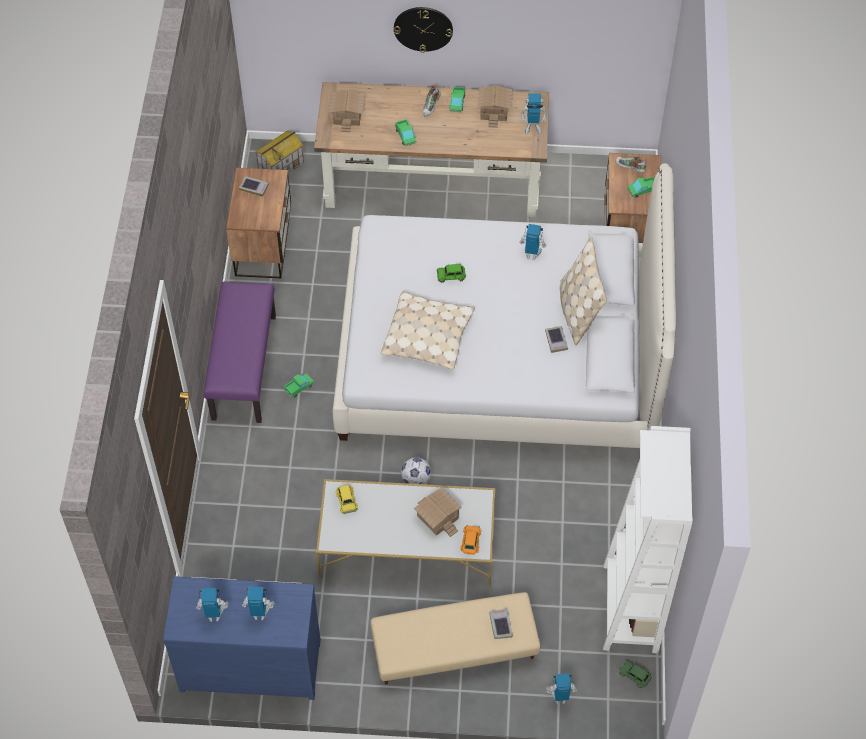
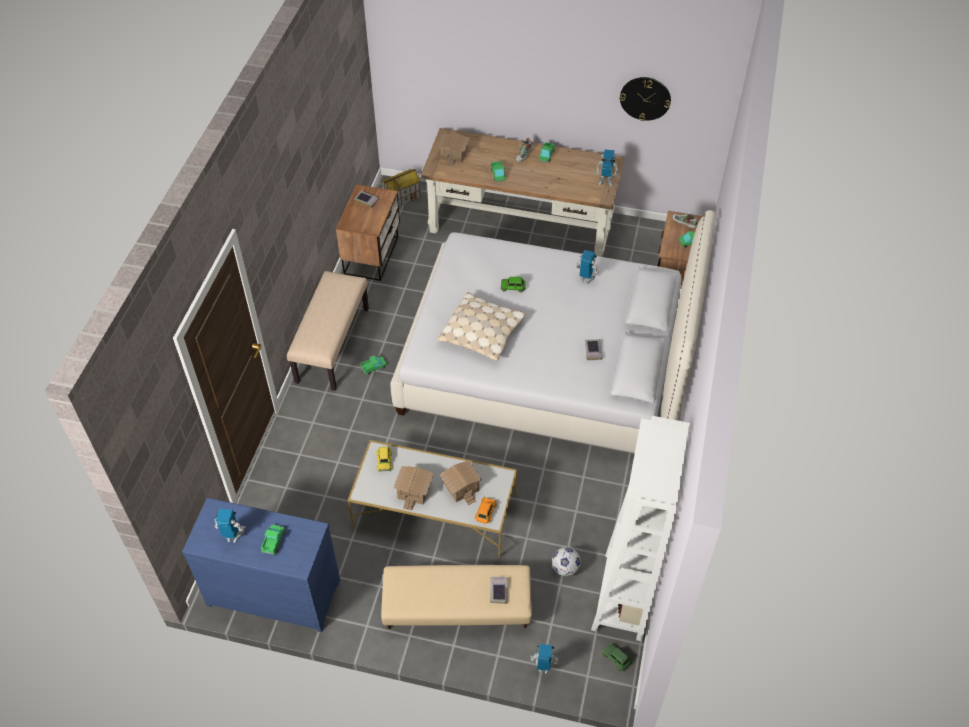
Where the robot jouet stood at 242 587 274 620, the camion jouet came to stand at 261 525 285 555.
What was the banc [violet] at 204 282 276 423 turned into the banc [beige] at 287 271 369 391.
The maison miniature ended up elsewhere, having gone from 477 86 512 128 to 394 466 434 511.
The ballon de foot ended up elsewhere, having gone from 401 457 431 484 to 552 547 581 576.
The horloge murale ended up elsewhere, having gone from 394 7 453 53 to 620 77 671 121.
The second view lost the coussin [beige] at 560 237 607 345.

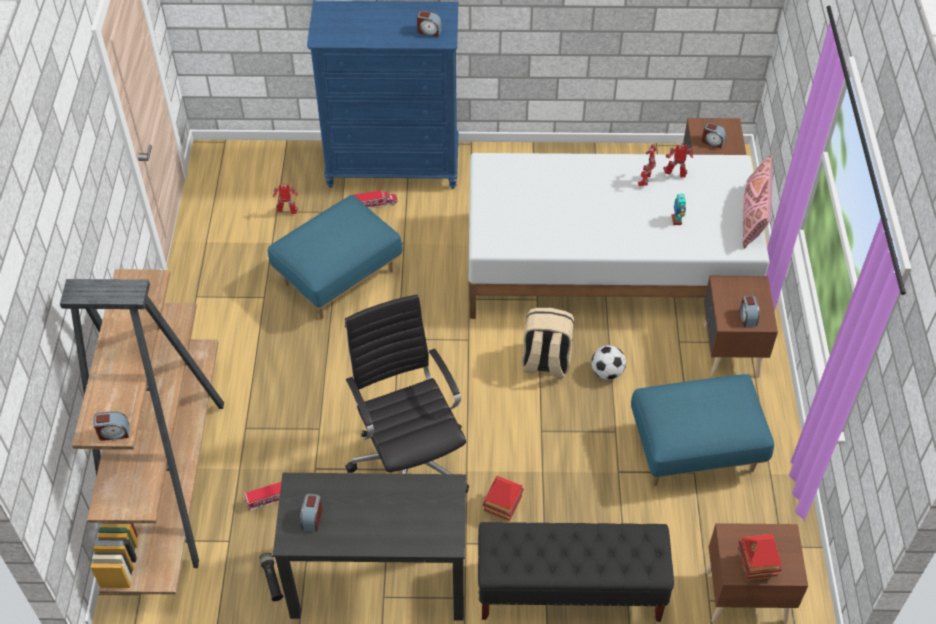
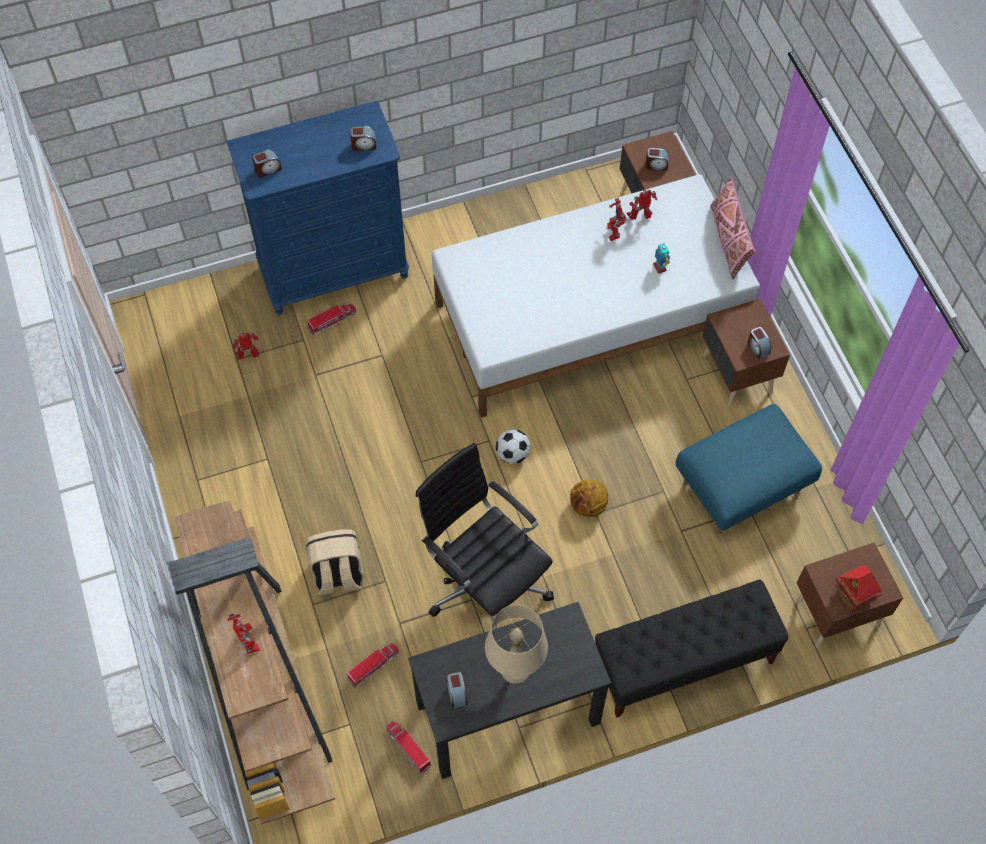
The second view gained the robot jouet at 227 614 260 654.
The réveil ended up elsewhere, having gone from 93 411 129 441 to 252 150 282 177.
The sac à dos [beige] ended up elsewhere, having gone from 522 308 574 378 to 306 529 364 595.
Where the lampe de poche [noir] stood at 259 553 284 601, the camion jouet came to stand at 386 721 431 774.
The second view gained the lampe de table [beige] at 485 605 548 684.
The ballon de foot ended up elsewhere, having gone from 591 345 626 380 to 496 429 530 464.
The second view gained the ballon de basket at 570 480 608 517.
The second view lost the pouf [bleu] at 268 195 403 319.
The second view lost the maison miniature at 483 476 524 522.

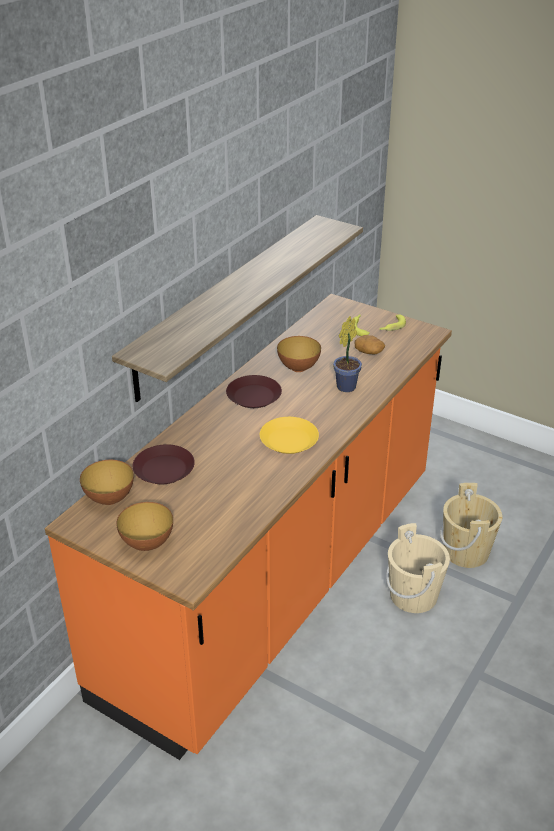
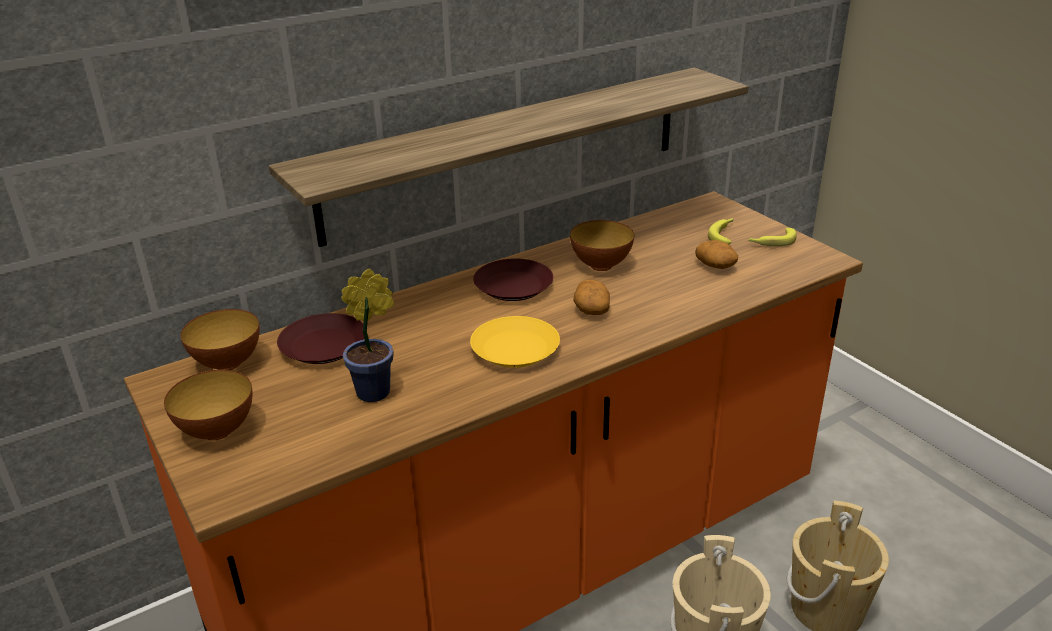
The plante en pot ended up elsewhere, having gone from 333 316 362 392 to 341 269 394 402.
The second view gained the pomme de terre at 574 280 610 315.

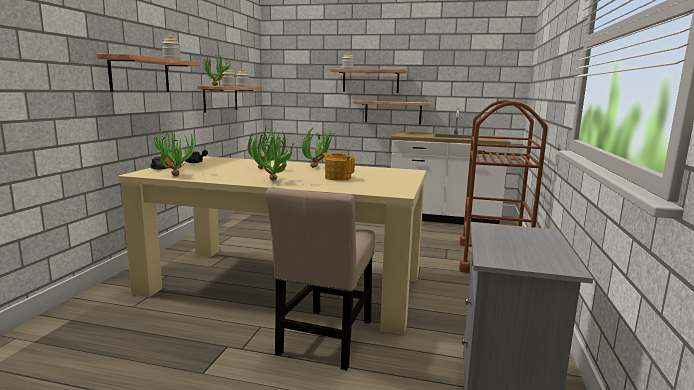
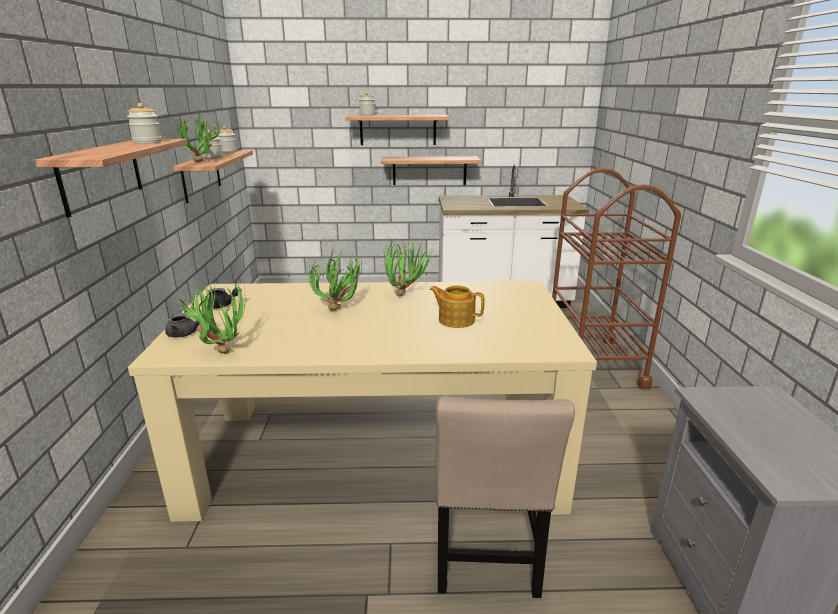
The second view lost the plante en pot at 250 131 298 181.

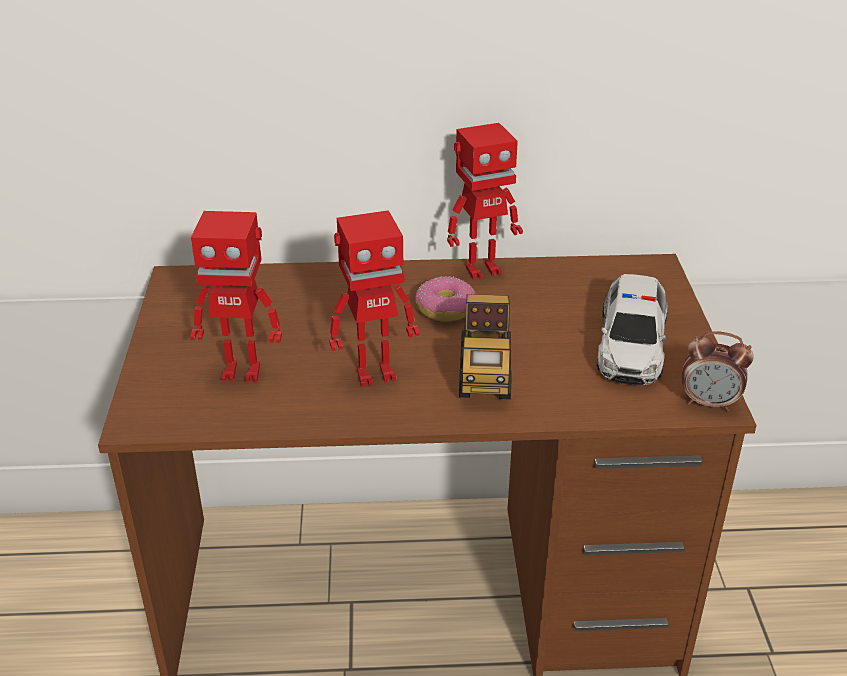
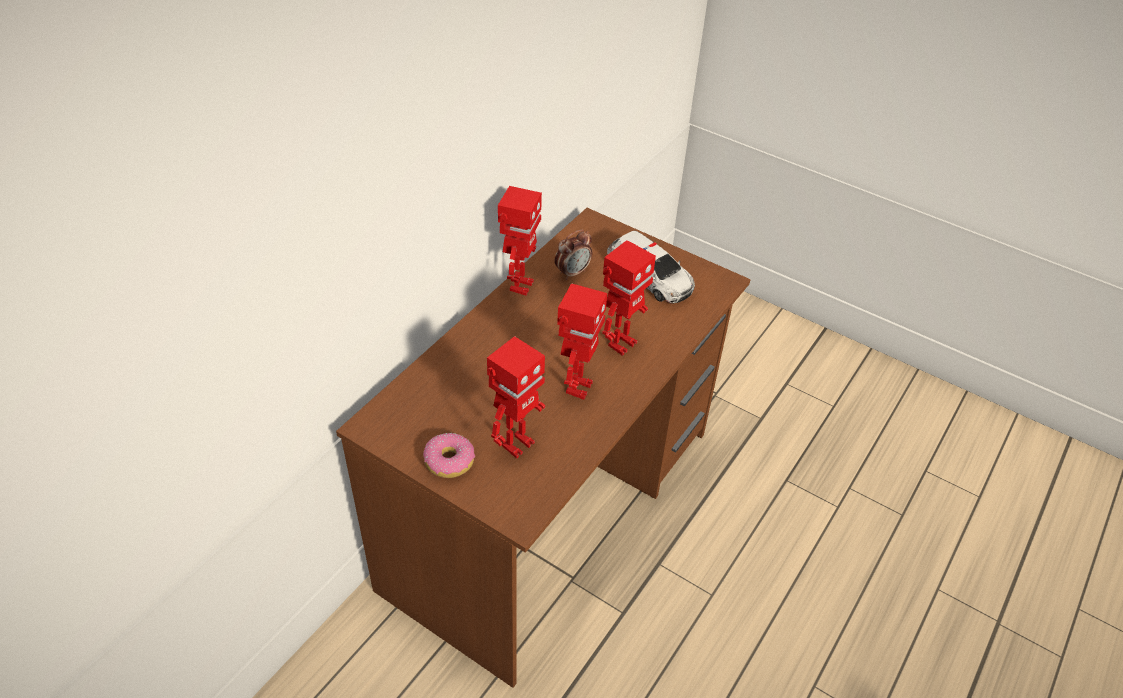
The beignet ended up elsewhere, having gone from 415 276 476 322 to 423 433 475 478.
The réveil ended up elsewhere, having gone from 682 331 754 412 to 554 230 592 280.
Where the camion jouet stood at 459 294 511 399, the robot jouet came to stand at 602 240 656 356.

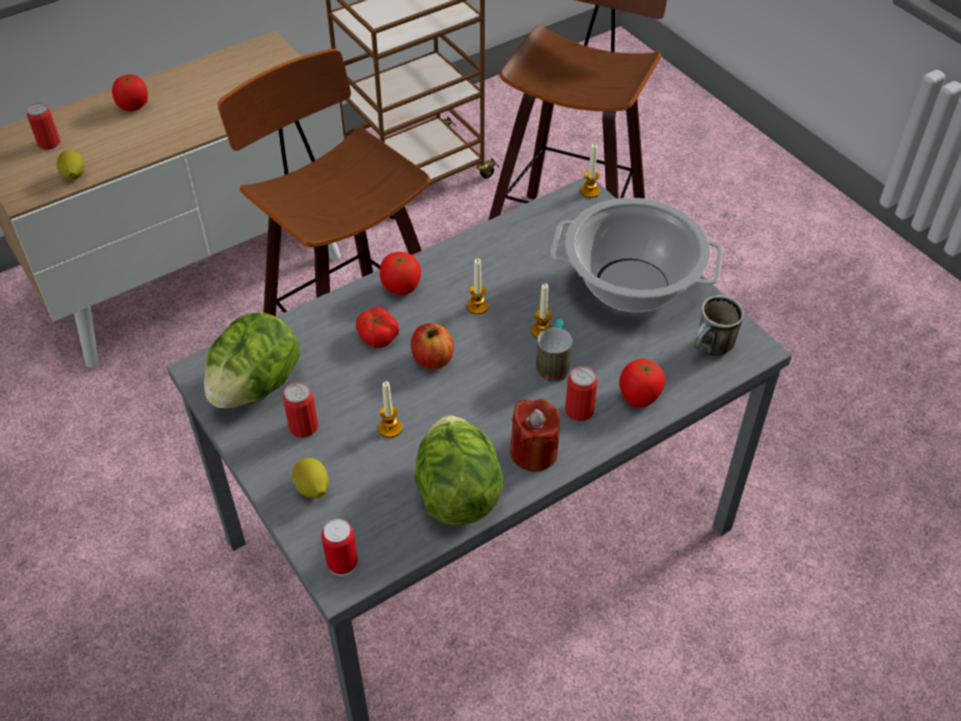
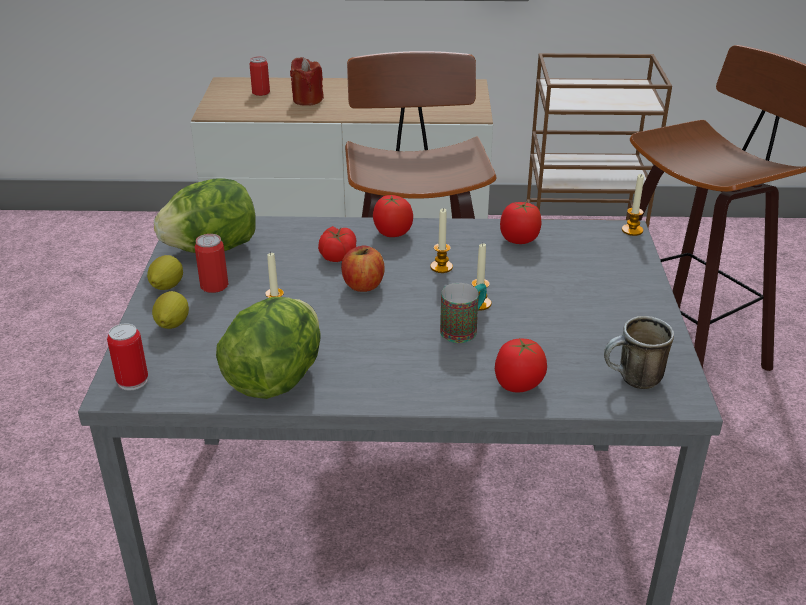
The citron ended up elsewhere, having gone from 56 150 85 179 to 147 255 183 290.
The bougie [rouge] ended up elsewhere, having gone from 510 399 560 472 to 290 57 324 106.
The tomate ended up elsewhere, having gone from 112 74 148 111 to 500 202 541 244.
The second view lost the marmite at 551 198 722 313.
The second view lost the boîte métallique at 565 366 598 421.

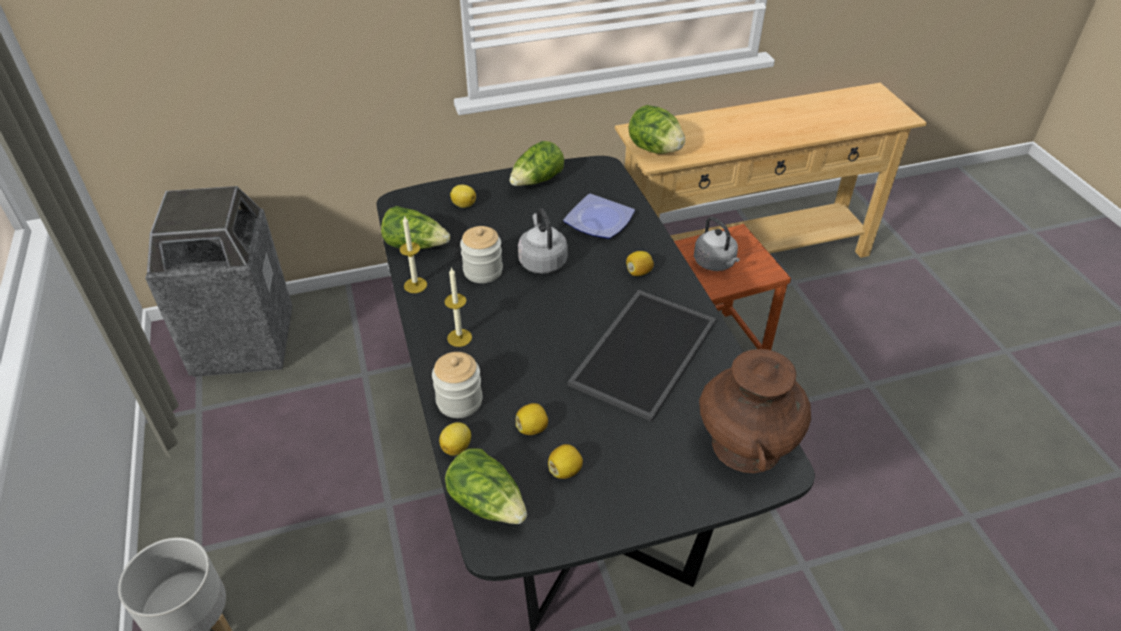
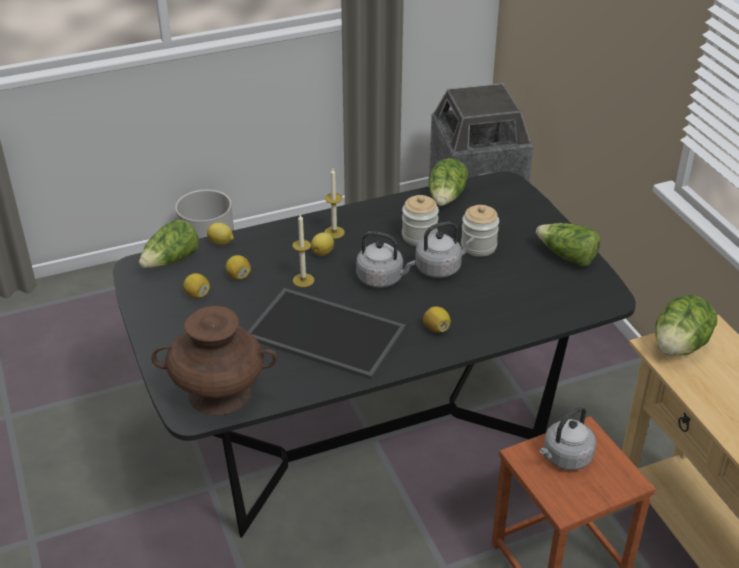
The bougie ended up elsewhere, having gone from 399 215 427 293 to 292 215 314 287.
The citron ended up elsewhere, having gone from 450 185 476 208 to 311 232 334 256.
The second view gained the bouilloire [gris] at 356 231 415 288.
The bocal ended up elsewhere, having gone from 432 352 483 418 to 461 205 499 257.
The second view lost the assiette at 563 194 635 239.

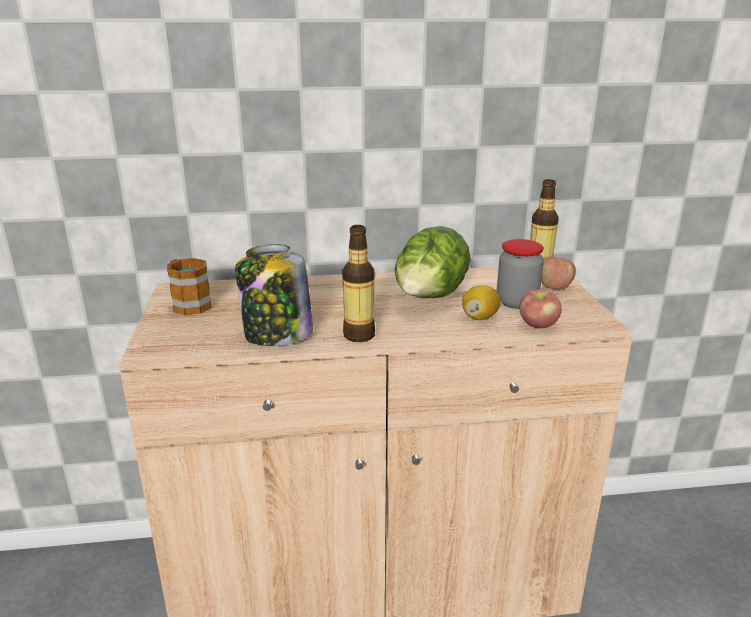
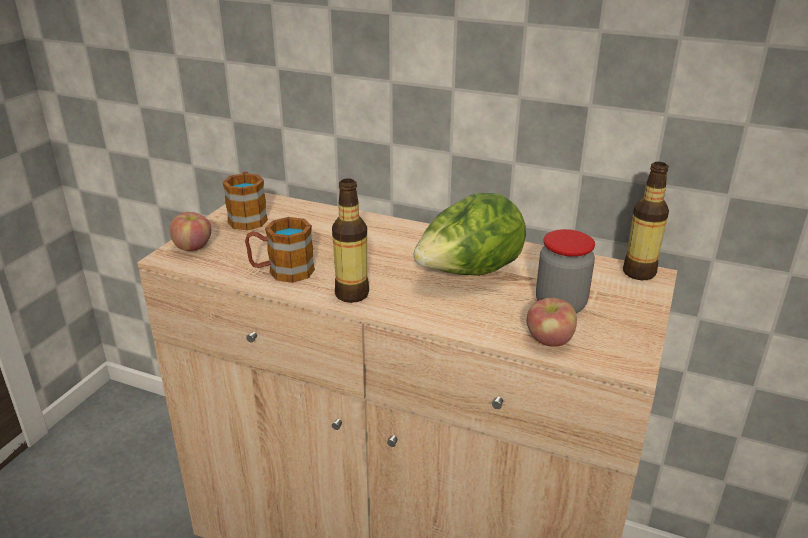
The pomme ended up elsewhere, having gone from 541 257 576 290 to 170 212 211 251.
Where the bocal stood at 235 244 313 346, the mug came to stand at 245 217 315 283.
The second view lost the citron at 462 285 501 320.

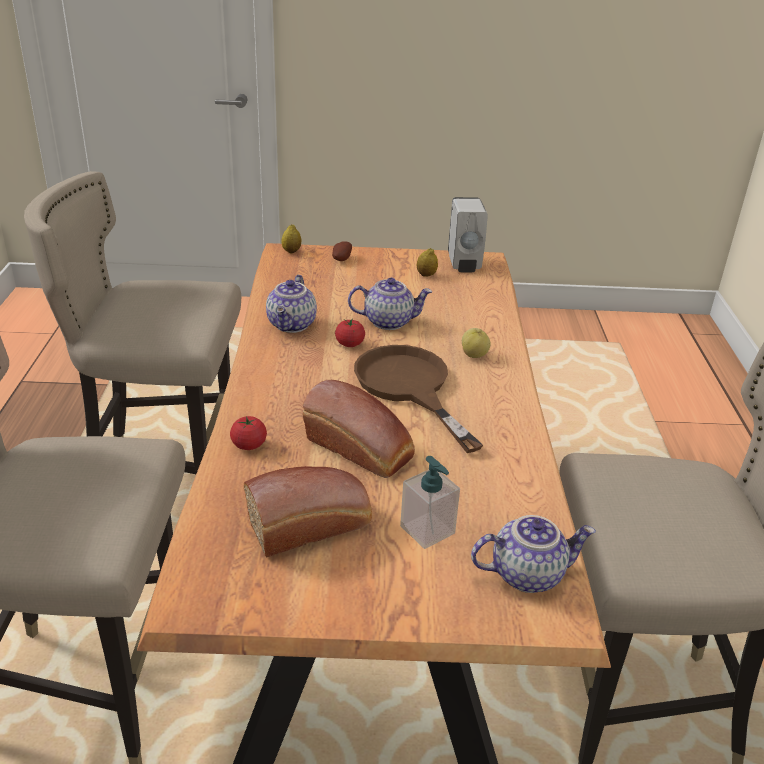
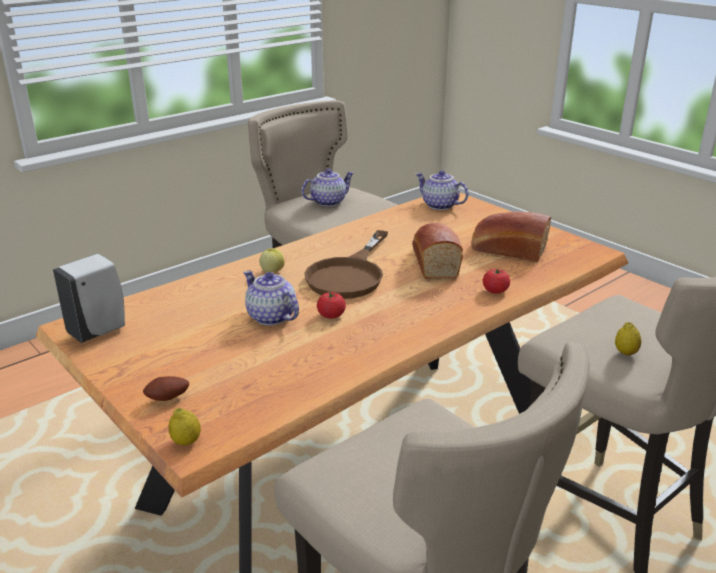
The théière ended up elsewhere, having gone from 266 275 317 333 to 301 169 354 207.
The citron ended up elsewhere, having gone from 417 248 438 277 to 615 322 641 356.
The second view lost the distributeur de savon at 400 456 460 549.

